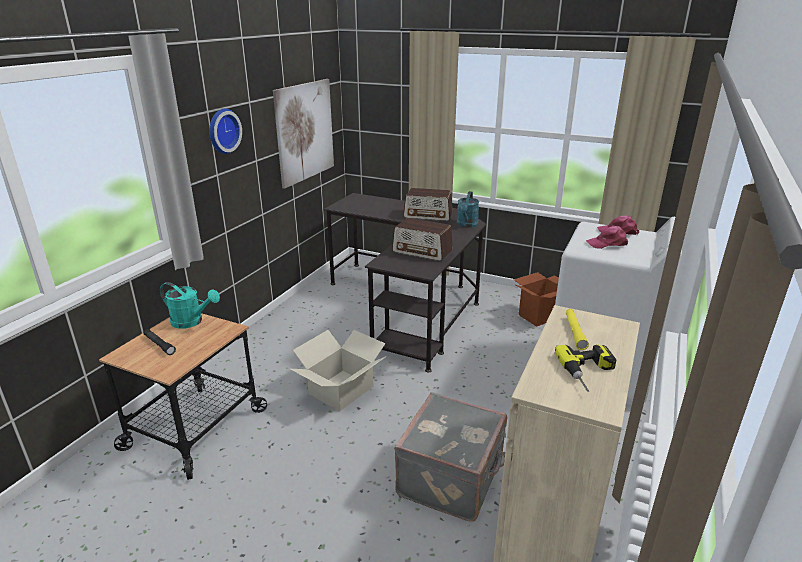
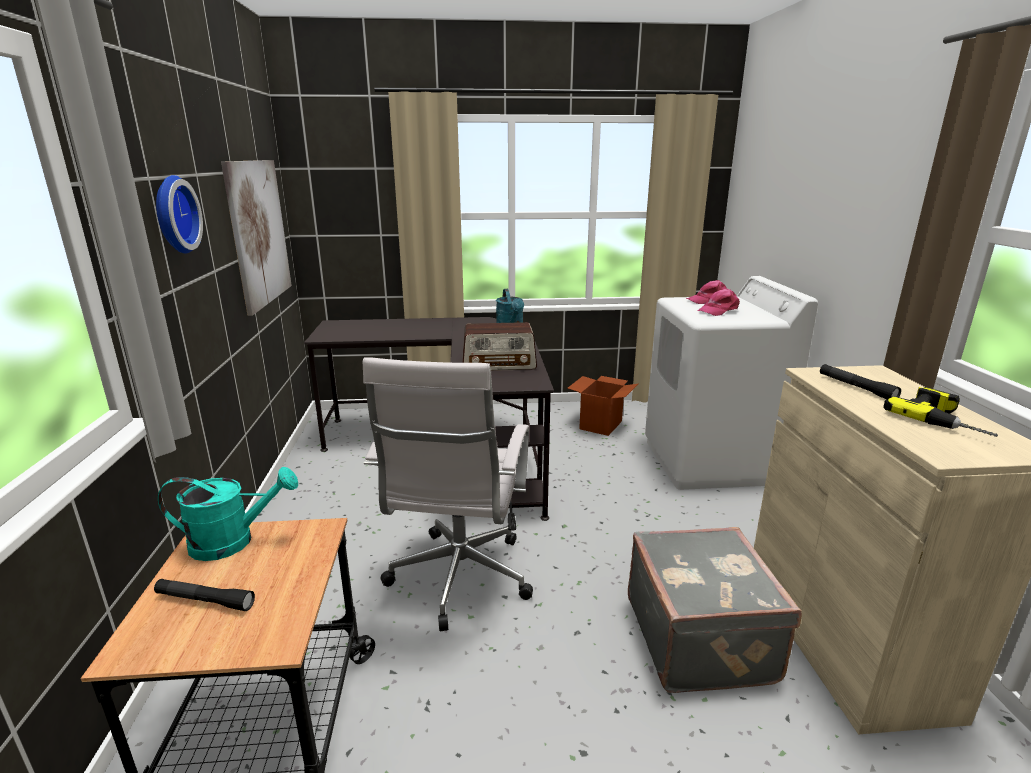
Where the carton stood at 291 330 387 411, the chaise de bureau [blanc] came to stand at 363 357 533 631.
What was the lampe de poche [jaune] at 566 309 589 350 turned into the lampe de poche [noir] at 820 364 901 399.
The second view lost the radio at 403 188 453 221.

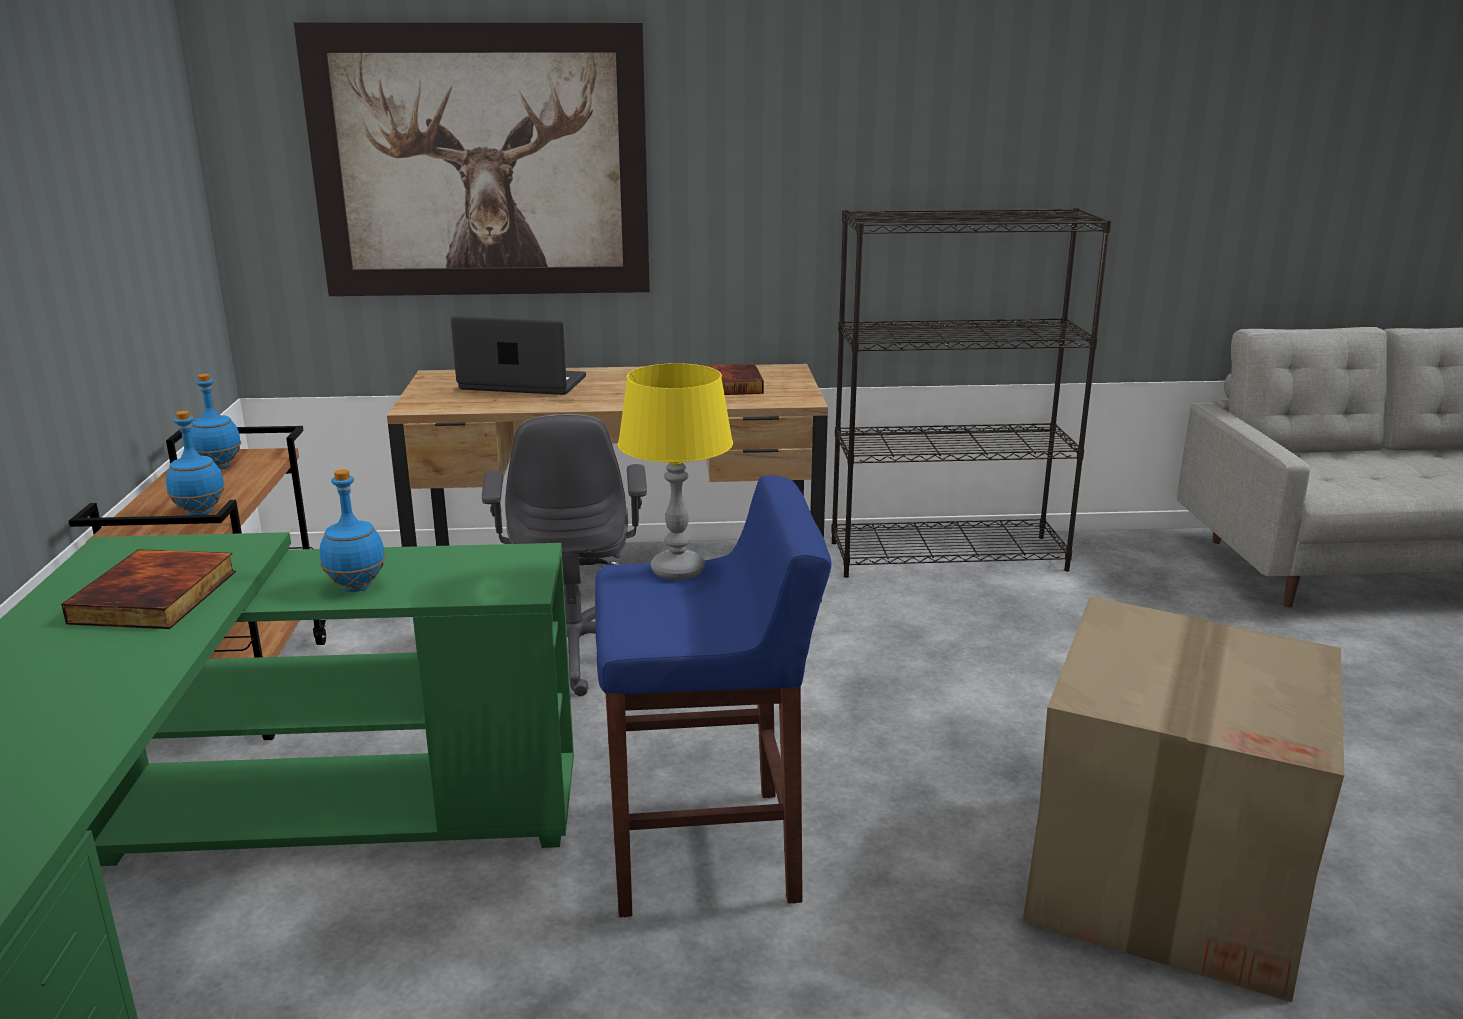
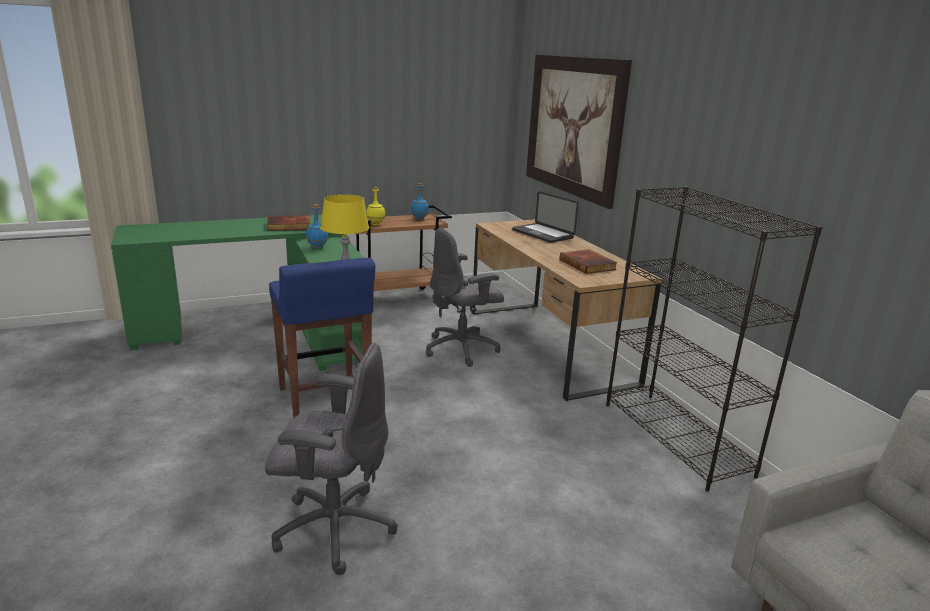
Where the carton stood at 1023 597 1344 1002, the chaise de bureau [gris] came to stand at 265 343 398 575.
What was the bouteille [bleu] at 166 411 225 515 turned into the bouteille [jaune] at 366 187 385 225.
The ordinateur portable at 451 316 586 395 ended up facing another way, 150 degrees clockwise from before.

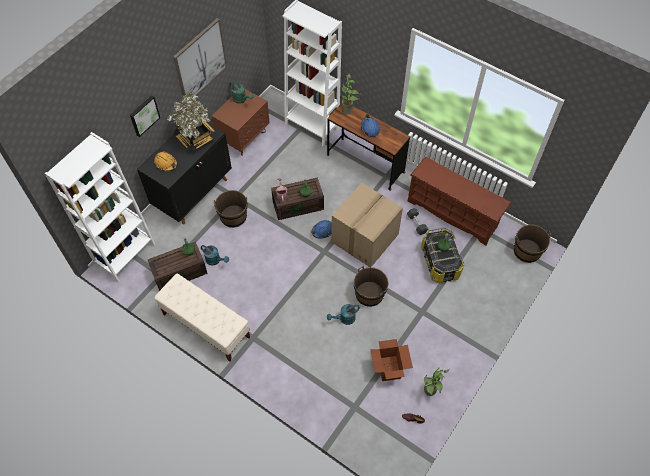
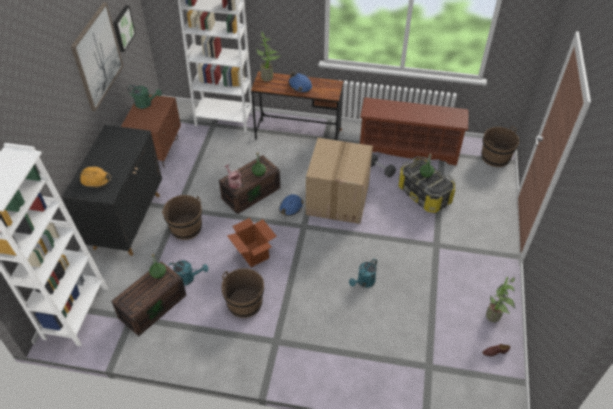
The tableau ended up elsewhere, having gone from 130 95 160 137 to 113 5 136 52.
The seau [marron] ended up elsewhere, having gone from 354 266 389 307 to 221 268 264 318.
The carton ended up elsewhere, having gone from 370 339 413 381 to 227 218 277 267.
The second view lost the banc [beige] at 155 274 250 362.
The second view lost the plante en pot at 167 91 217 150.

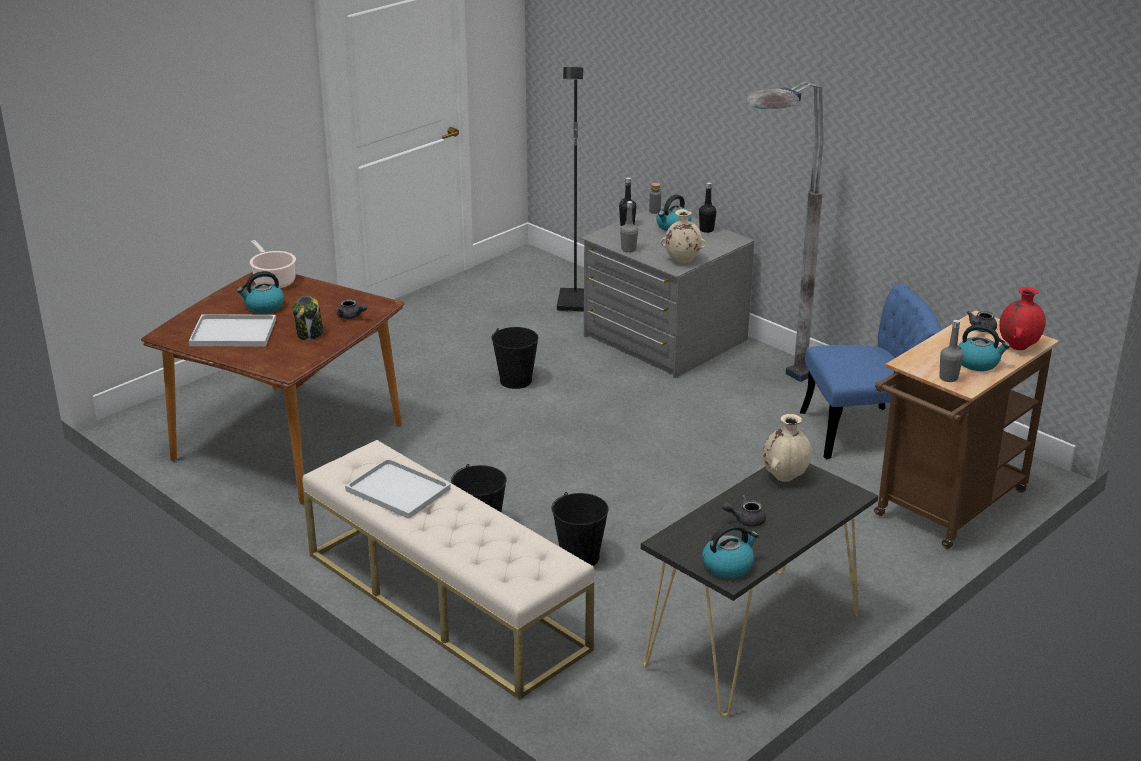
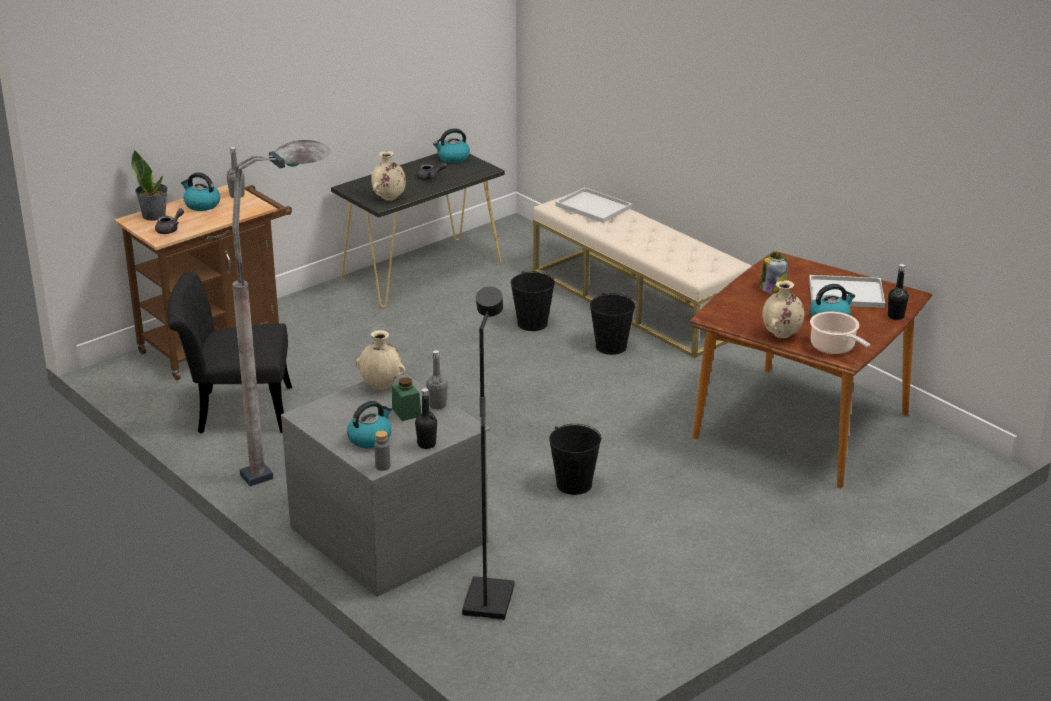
Where the vase [rouge] stood at 999 287 1046 350, the plante en pot came to stand at 131 150 168 221.
What was the chaise [bleu] at 800 284 942 459 turned into the chaise [noir] at 167 271 292 433.
The second view gained the bocal [vert] at 392 377 421 421.
The plateau [blanc] ended up elsewhere, having gone from 345 458 451 519 to 556 187 632 223.
The second view gained the vase [beige] at 763 280 804 338.
The bouteille [noir] ended up elsewhere, having gone from 699 182 716 233 to 888 264 909 320.
The second view lost the théière [gris] at 337 299 367 319.

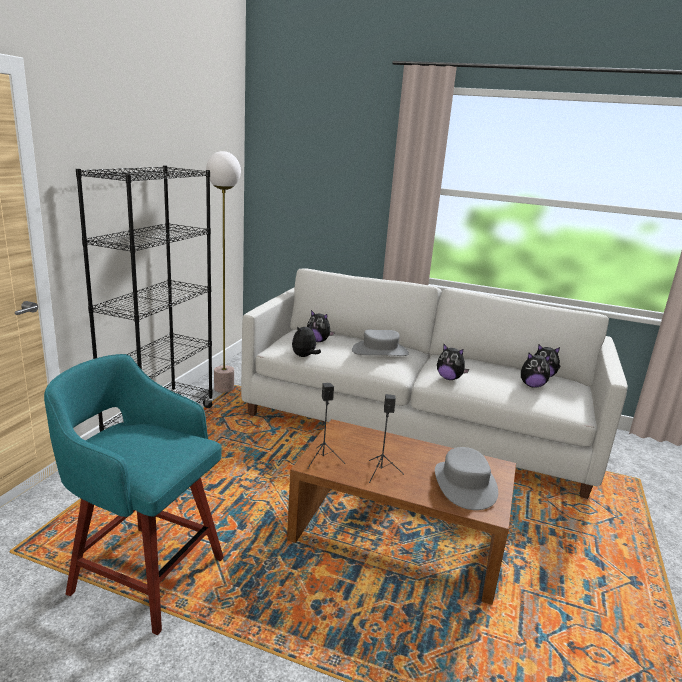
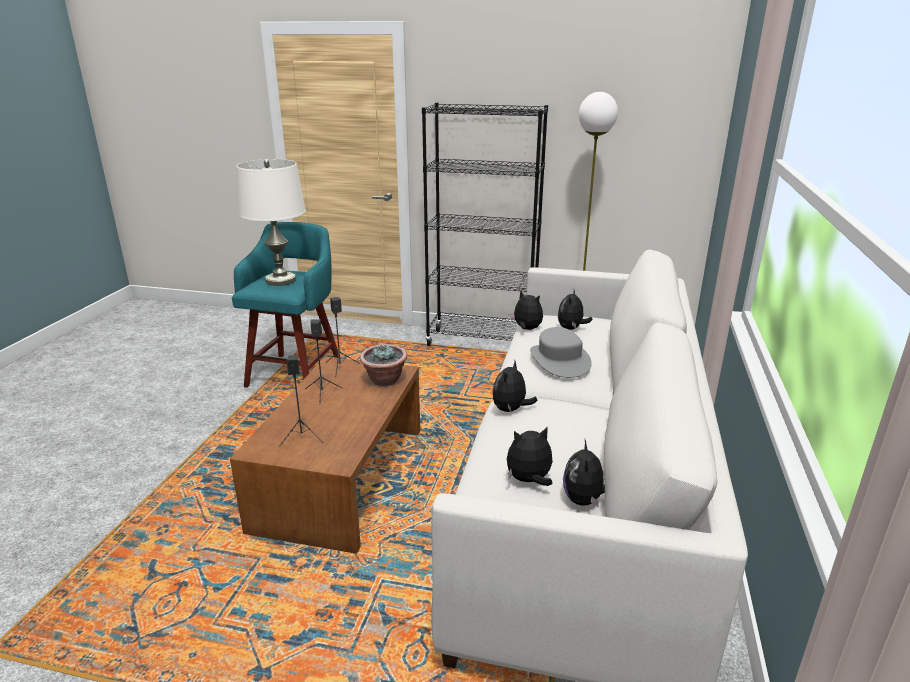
The second view gained the lampe de table [blanc] at 236 159 306 286.
Where the chapeau [gris] stood at 435 447 498 510, the enceinte [noir] came to stand at 279 355 323 447.
The second view gained the plante en pot at 360 344 407 386.
The peluche at 521 353 551 388 ended up facing another way, 75 degrees clockwise from before.

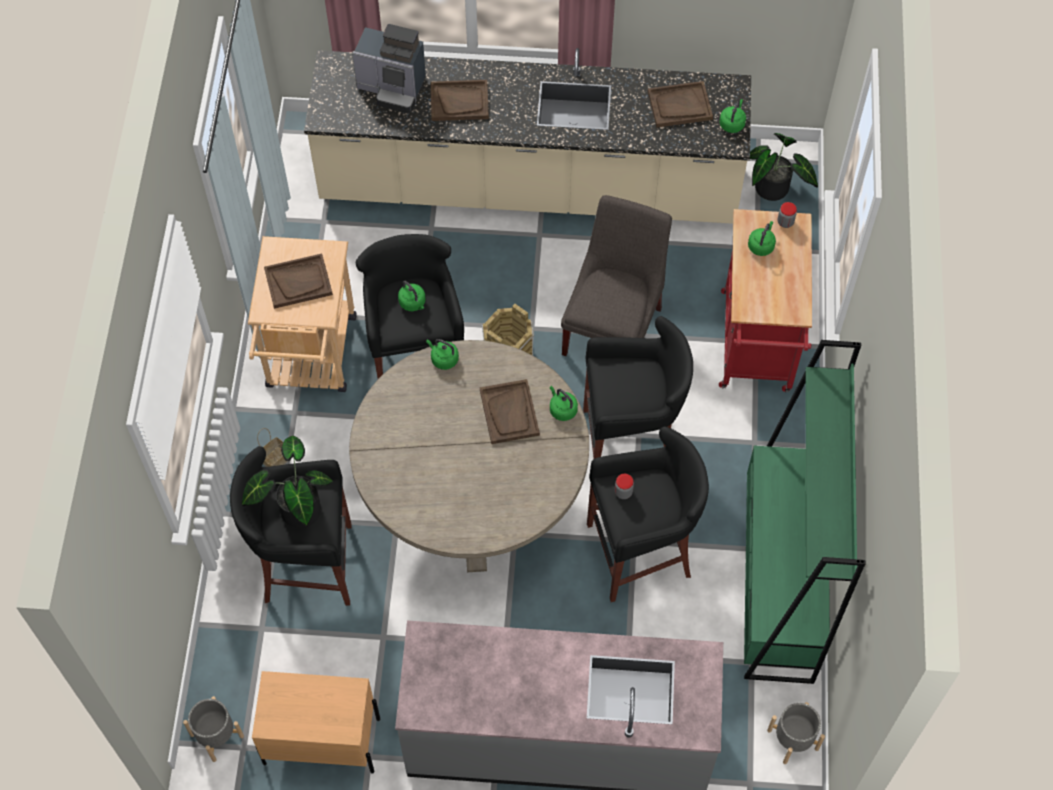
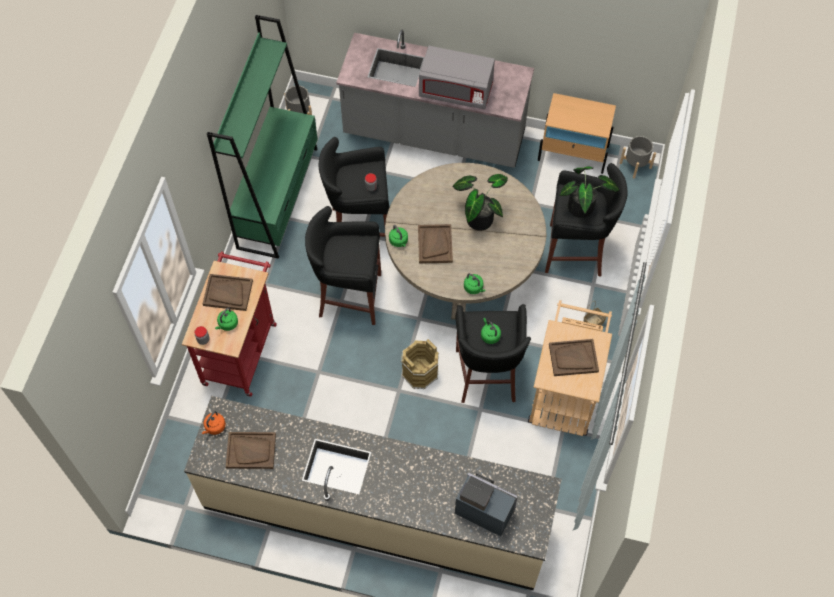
The plateau [marron] ended up elsewhere, having gone from 431 80 489 121 to 202 274 253 311.
What was the bouilloire [vert] at 719 99 746 133 turned into the bouilloire [orange] at 202 411 226 435.
The second view gained the micro-ondes [gris] at 419 46 495 109.
The plante en pot ended up elsewhere, having gone from 750 133 818 201 to 453 174 508 231.
The second view lost the chaise [gris] at 561 195 672 356.

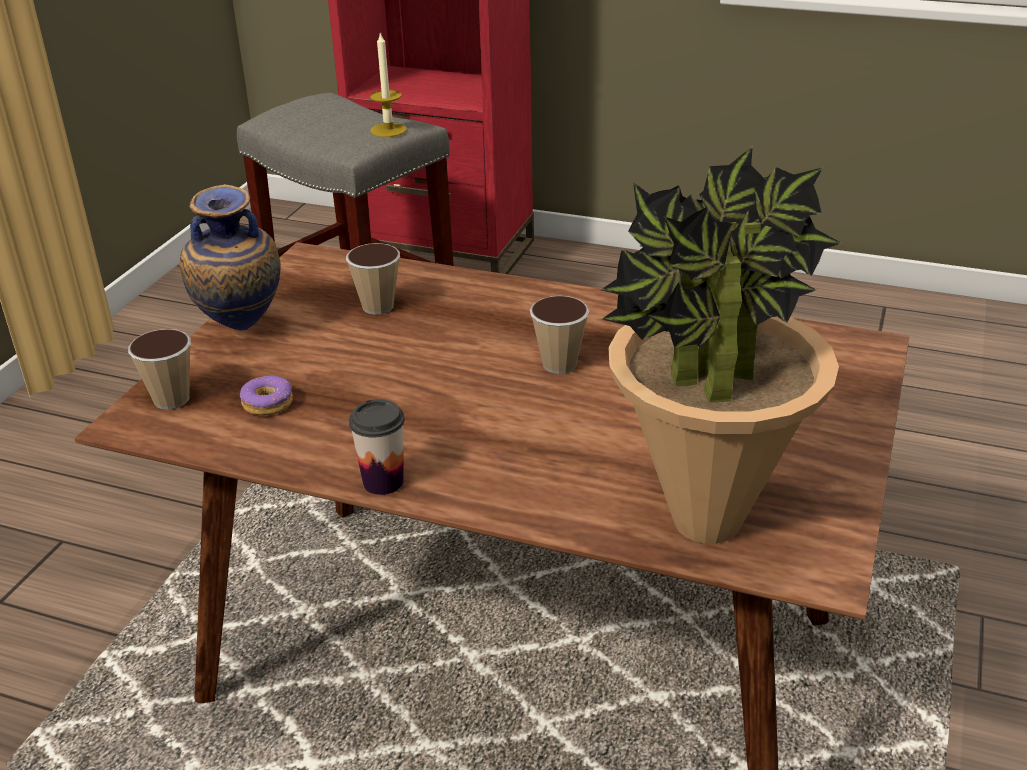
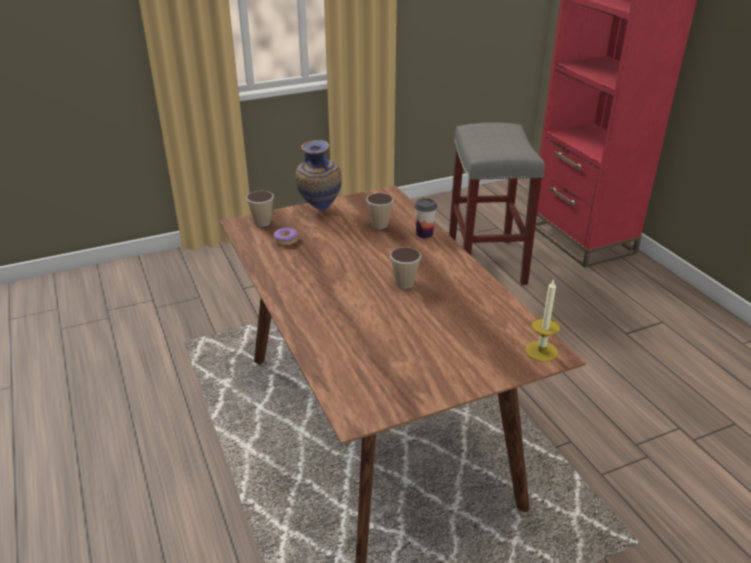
The tasse ended up elsewhere, having gone from 349 399 405 495 to 414 198 437 238.
The bougie ended up elsewhere, having gone from 370 31 407 137 to 525 279 560 362.
The second view lost the plante en pot at 601 145 841 544.

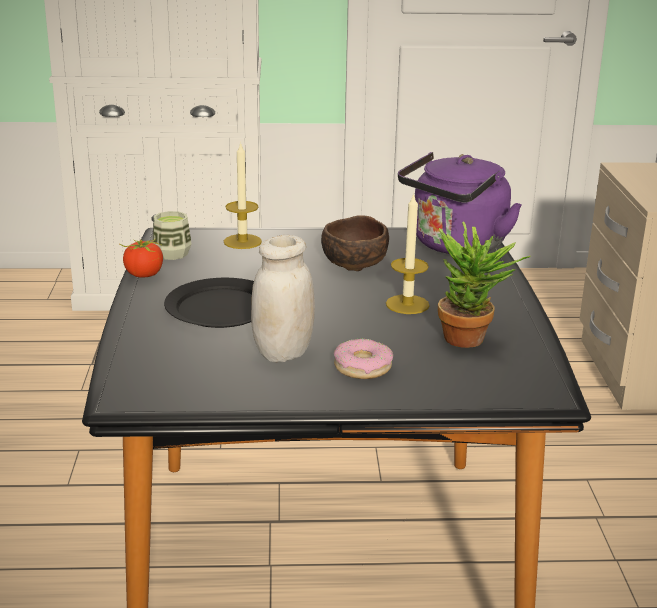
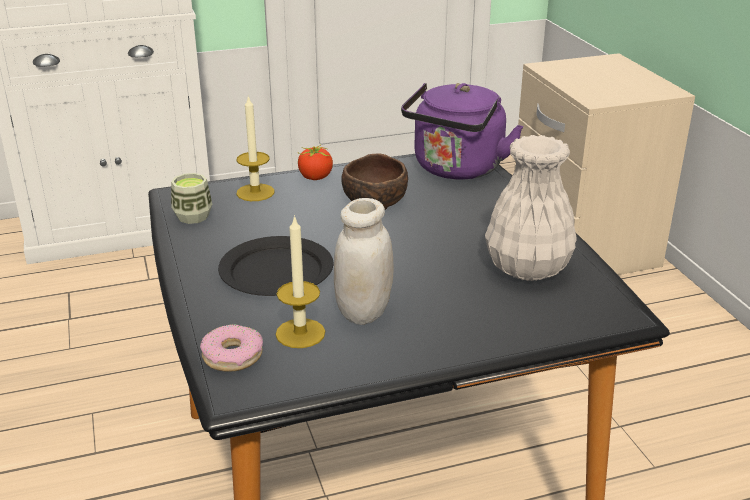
The beignet ended up elsewhere, having gone from 334 339 393 379 to 200 324 263 372.
The bougie ended up elsewhere, having gone from 386 192 429 314 to 276 215 325 348.
The tomate ended up elsewhere, having gone from 119 239 163 278 to 298 144 333 180.
Where the plante en pot stood at 438 221 530 348, the vase [blanc] came to stand at 485 135 577 281.

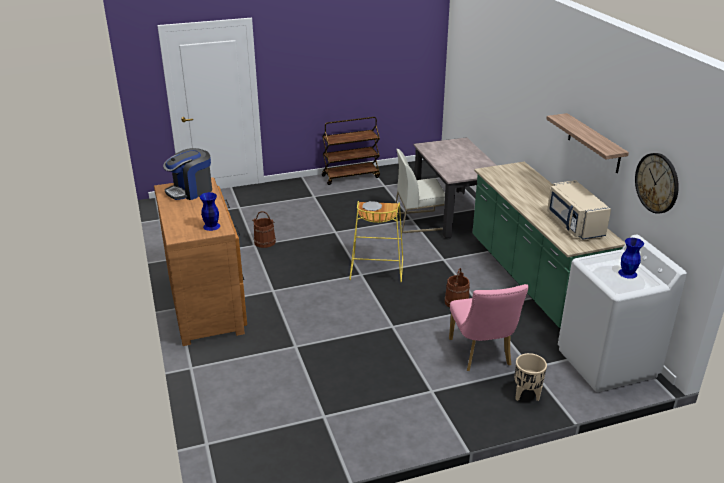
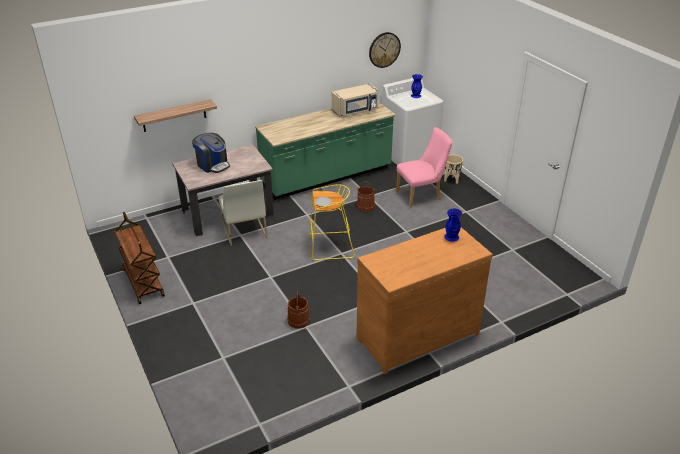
The étagère ended up elsewhere, having gone from 546 113 629 173 to 134 99 217 132.
The machine à café ended up elsewhere, having gone from 163 148 212 200 to 192 133 230 173.

